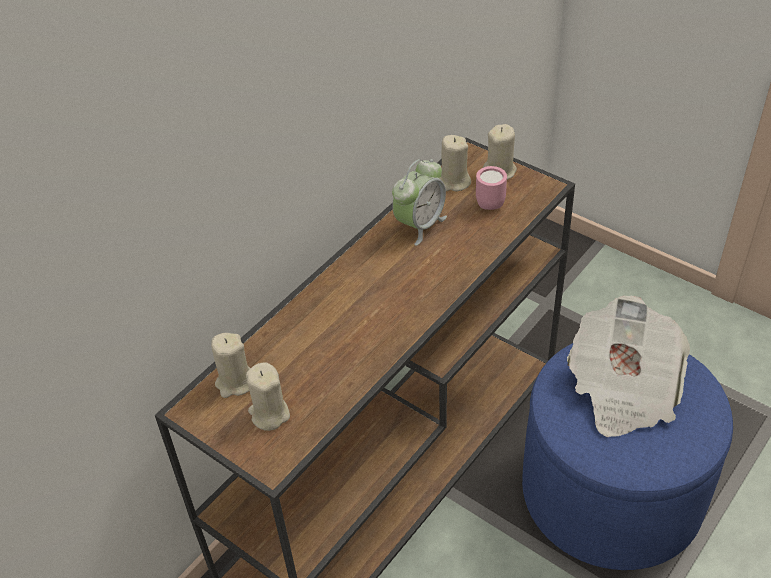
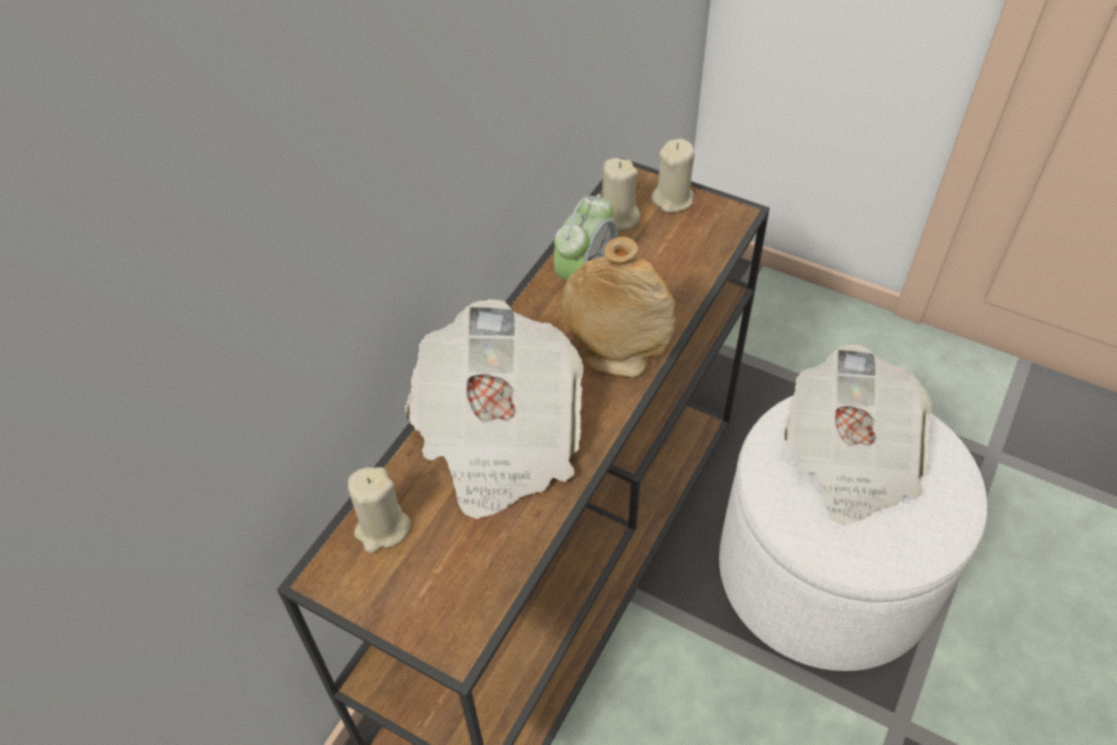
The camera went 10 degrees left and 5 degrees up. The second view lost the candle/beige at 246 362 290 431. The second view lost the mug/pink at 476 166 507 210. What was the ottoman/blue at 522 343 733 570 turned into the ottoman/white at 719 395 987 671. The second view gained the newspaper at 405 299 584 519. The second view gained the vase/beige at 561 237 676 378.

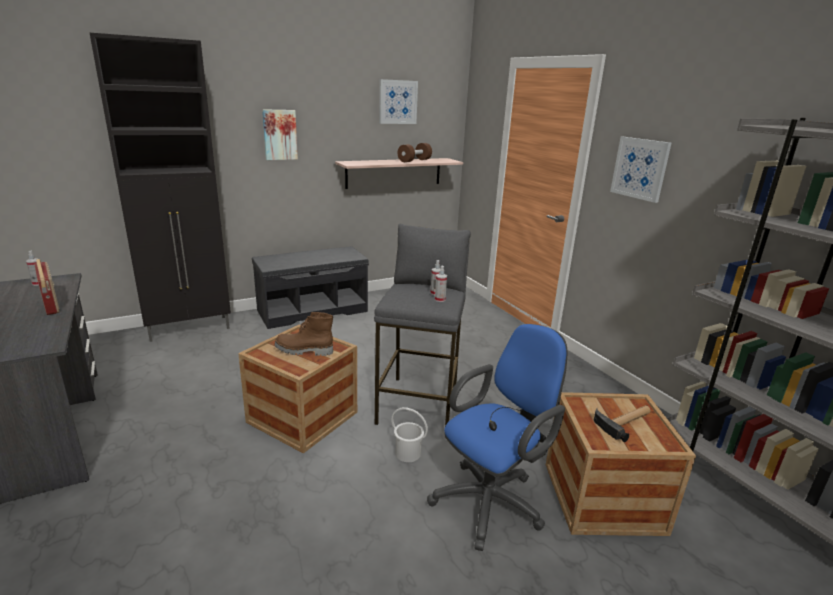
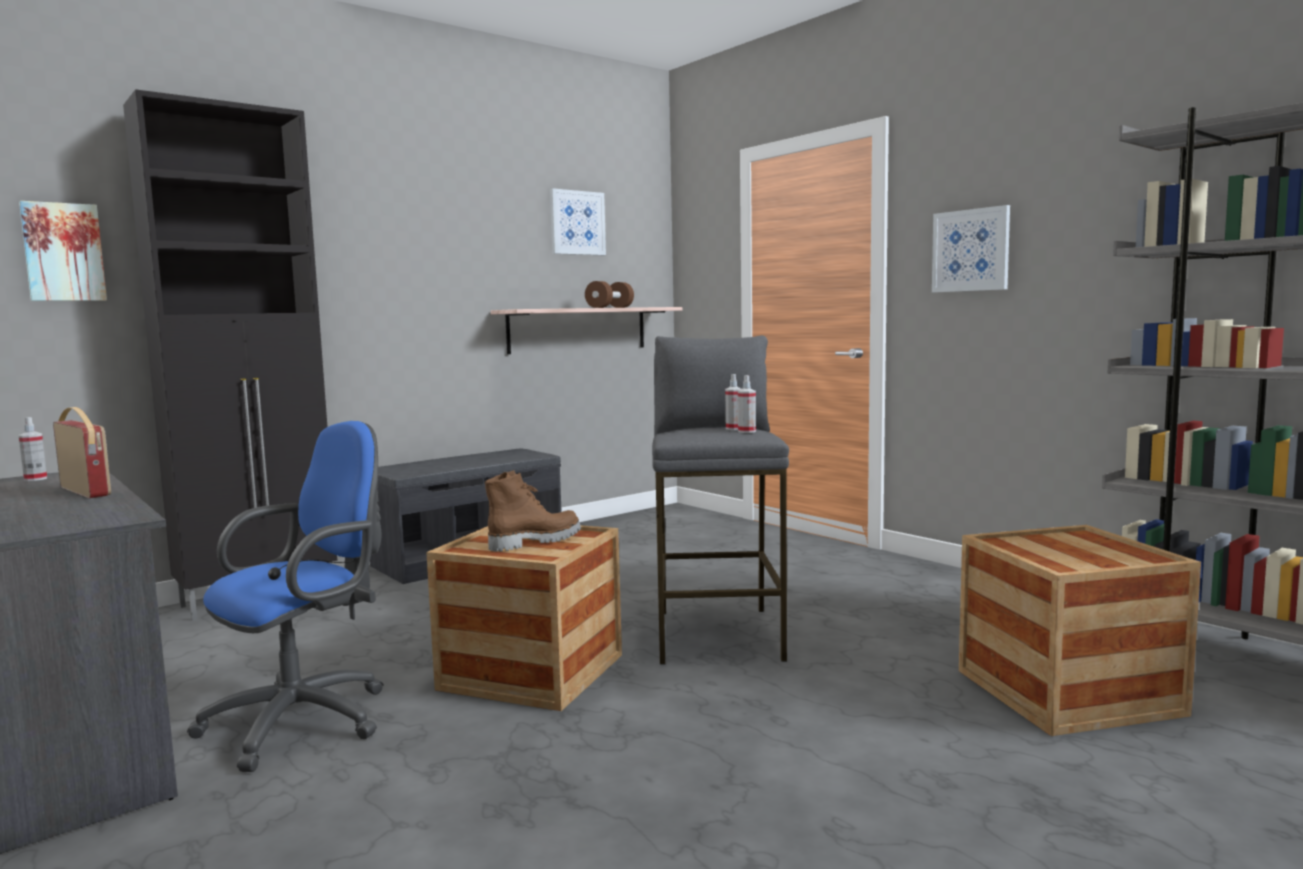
The camera went 10 degrees left and 15 degrees down. The picture ended up elsewhere, having gone from 262 109 298 160 to 19 201 107 301. The boot/brown at 275 312 333 356 ended up facing another way, 150 degrees clockwise from before. The second view lost the bucket/white at 391 407 428 462. The office chair/blue ended up elsewhere, having gone from 427 324 567 551 to 187 421 384 772. The second view lost the hammer at 594 405 651 442.

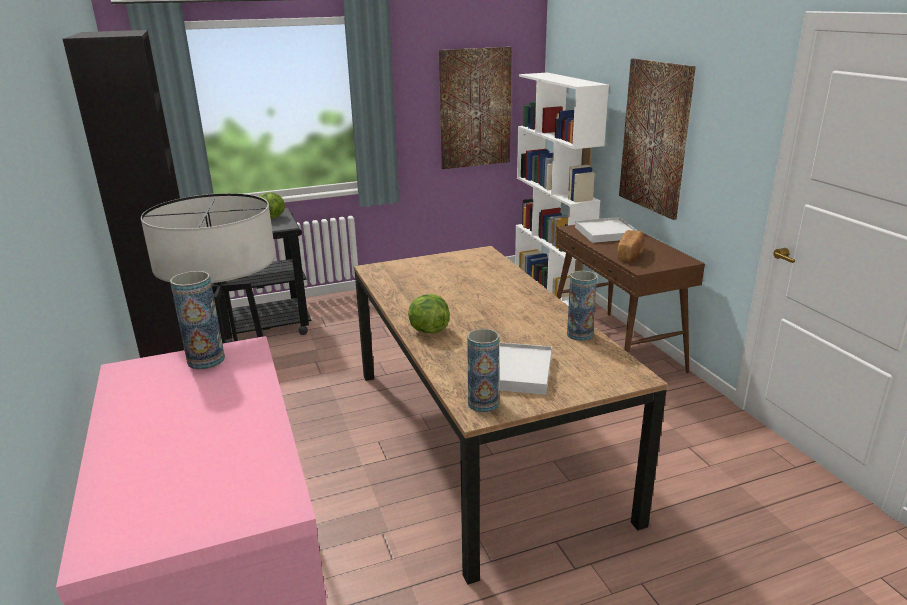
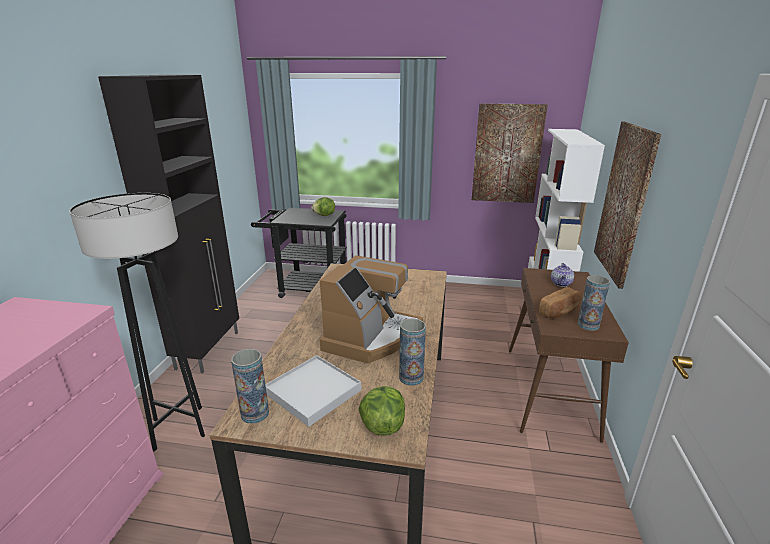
The camera went 30 degrees right and 0 degrees up. The vase ended up elsewhere, having gone from 170 271 225 370 to 578 275 610 331. The lettuce ended up elsewhere, having gone from 408 294 450 333 to 359 386 405 436. Where the tray/white stood at 575 217 638 243, the teapot came to stand at 551 263 574 287. The second view gained the coffee machine at 320 255 423 364.

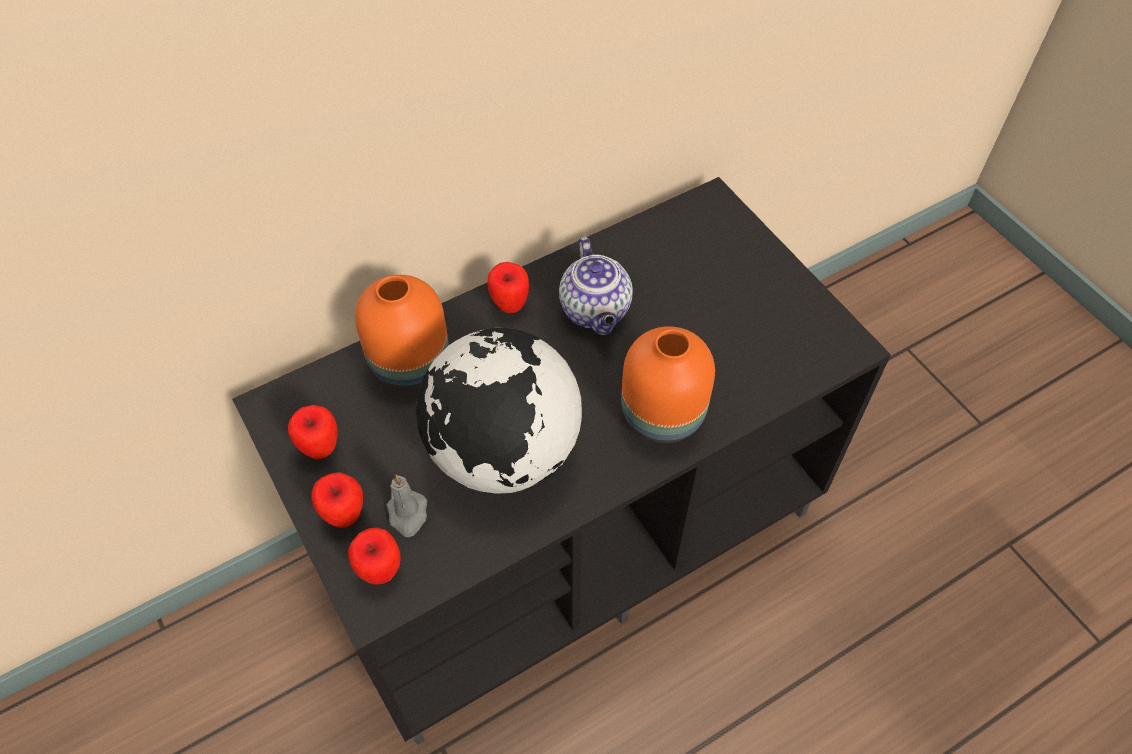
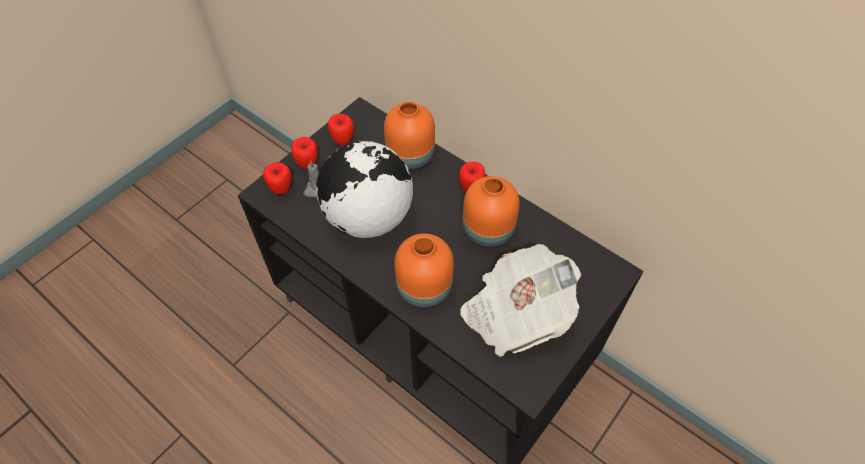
The camera went 70 degrees right and 0 degrees up. Where the teapot stood at 559 237 633 335, the vase/orange came to stand at 463 176 520 248. The second view gained the newspaper at 460 244 581 357.

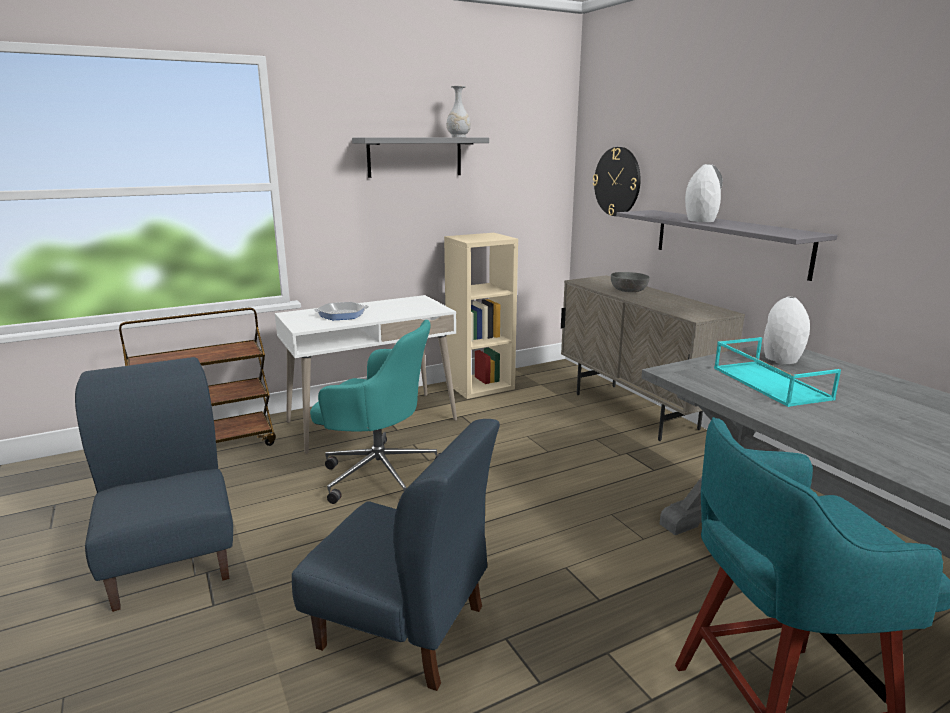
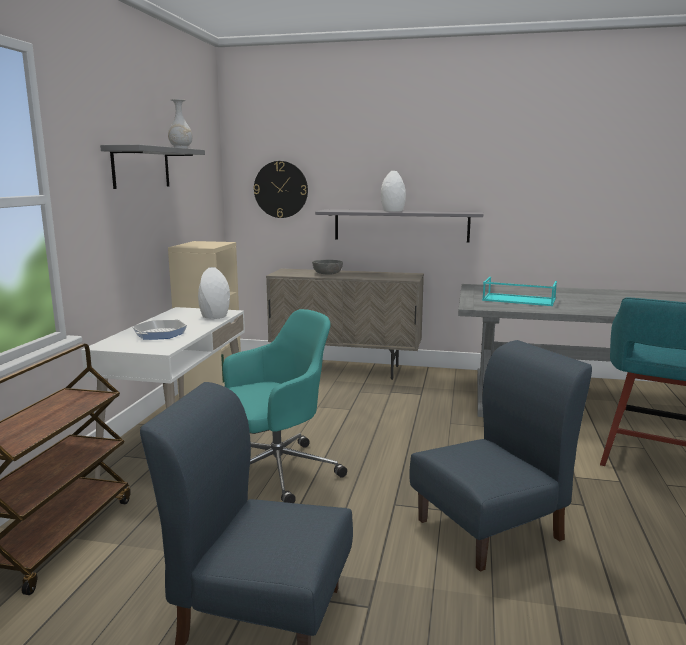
The camera went 50 degrees left and 5 degrees down. The vase/white ended up elsewhere, having gone from 764 297 810 364 to 198 267 230 319.

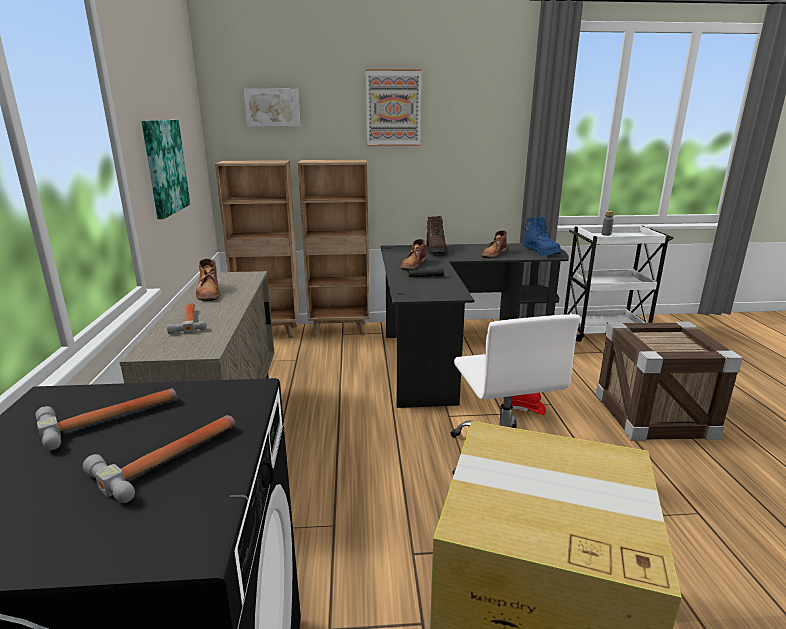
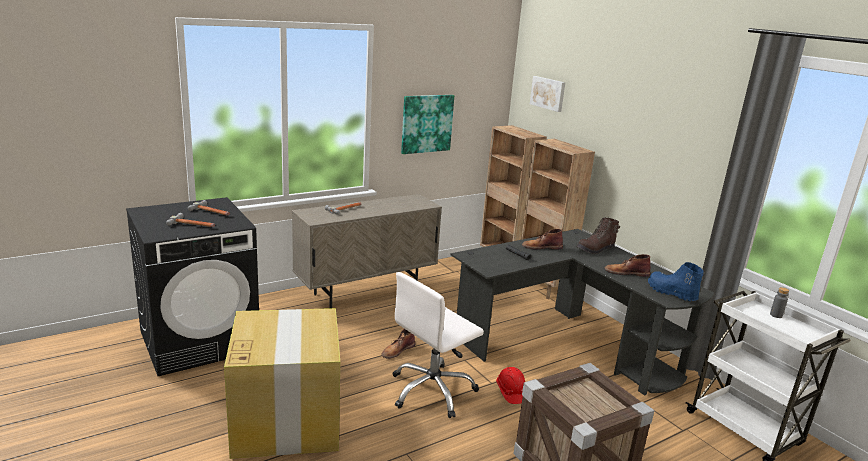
The camera went 60 degrees right and 0 degrees up. The boot/brown ended up elsewhere, having gone from 196 259 220 301 to 381 329 416 359. The second view lost the picture at 366 69 422 146. The boot/blue at 523 217 561 256 ended up facing another way, 105 degrees clockwise from before.

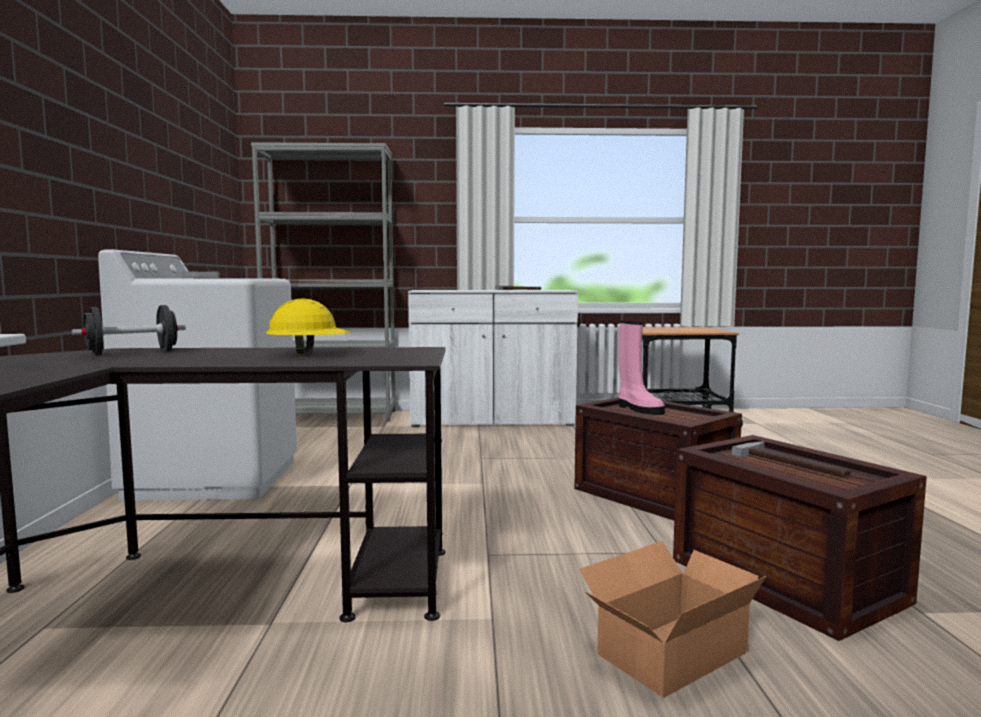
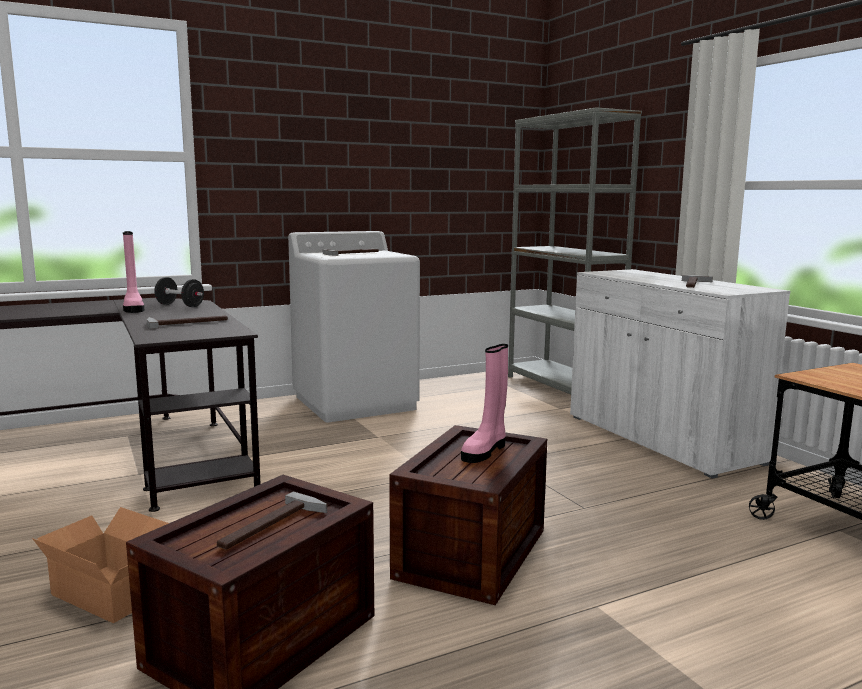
The camera went 65 degrees right and 5 degrees up. Where the hard hat/yellow stood at 266 298 351 355, the hammer came to stand at 147 315 228 329. The second view gained the boot/pink at 123 231 145 313.

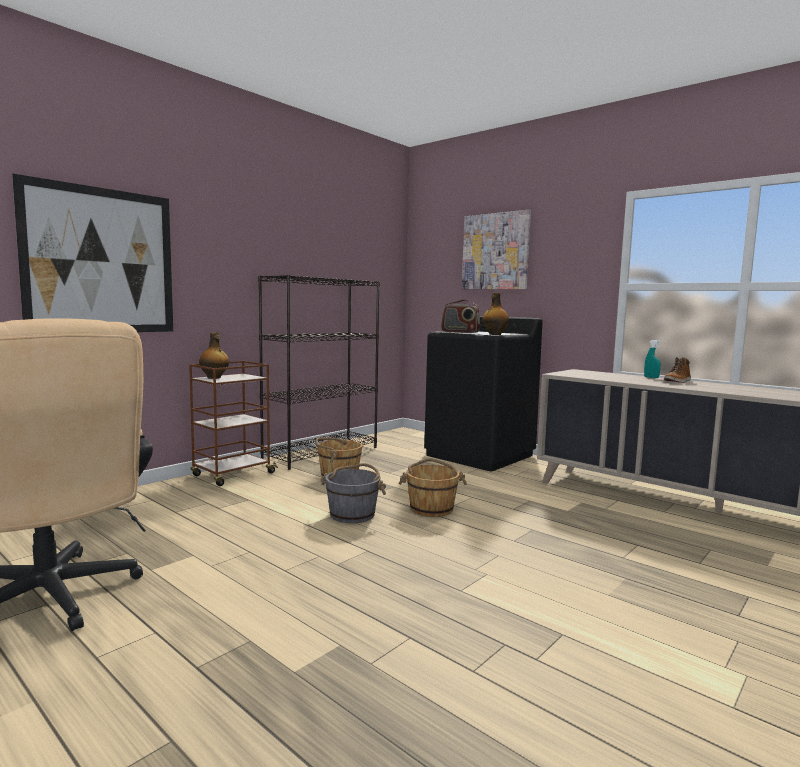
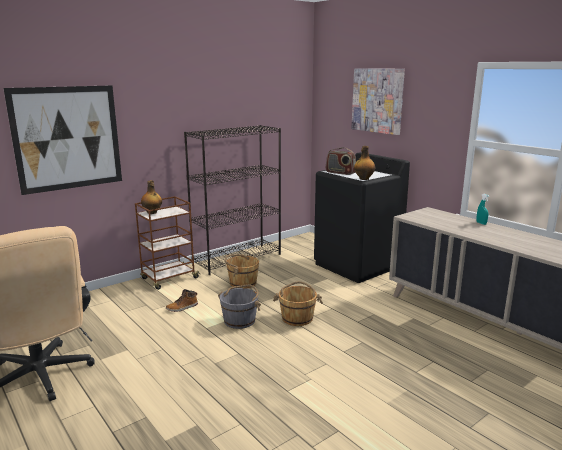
The camera went 10 degrees right and 10 degrees up. The boot ended up elsewhere, having gone from 664 357 691 383 to 166 289 198 312.

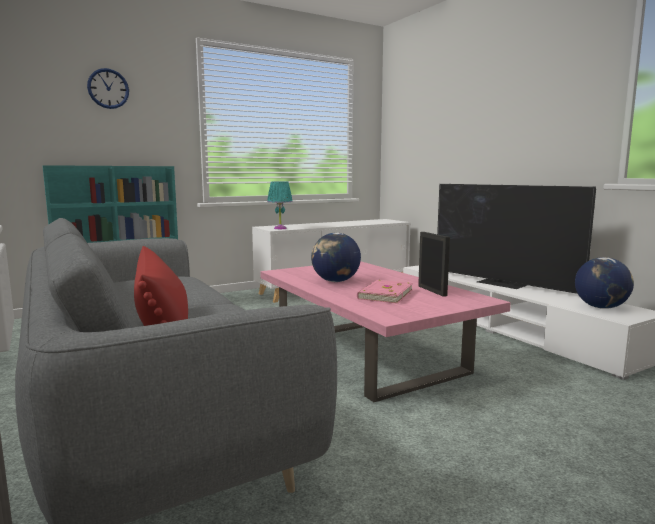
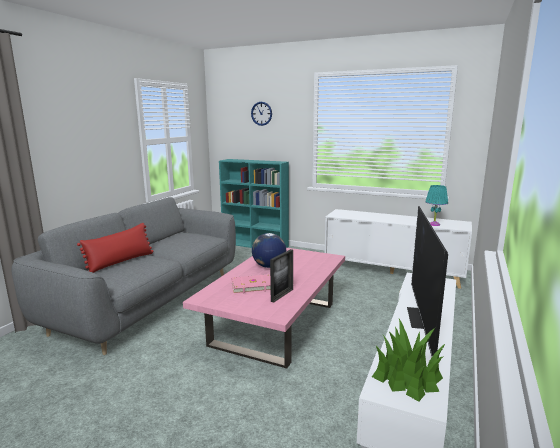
The camera went 55 degrees right and 5 degrees up. The table lamp/turquoise ended up elsewhere, having gone from 267 181 293 229 to 425 185 448 226. Where the globe stood at 575 257 634 309, the potted plant came to stand at 372 319 445 402.

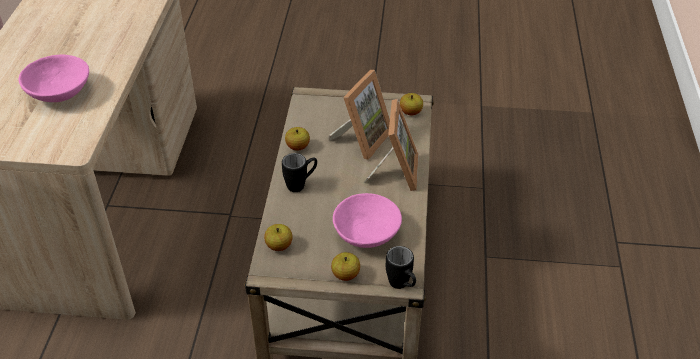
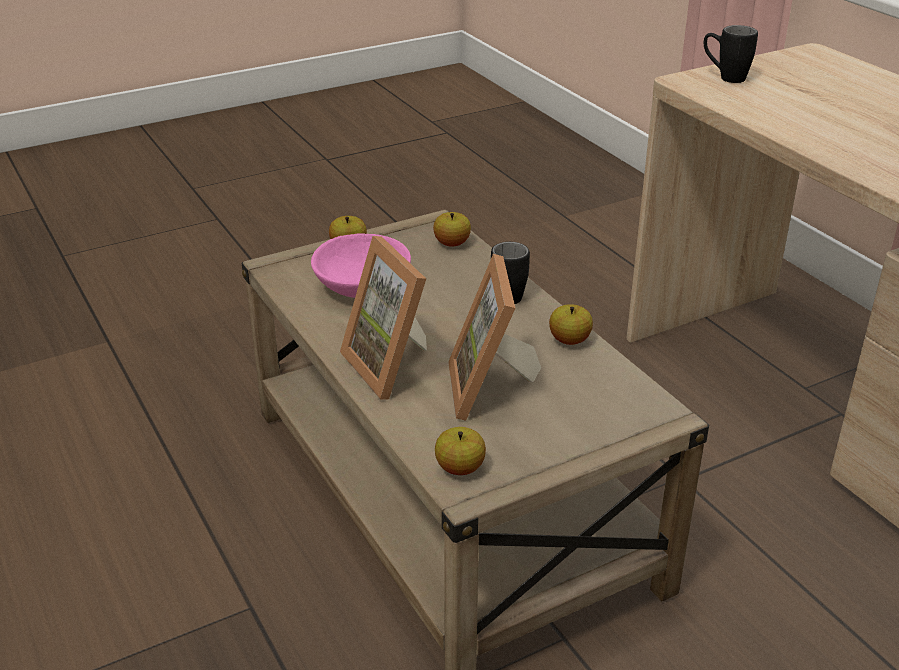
The camera went 145 degrees right and 10 degrees down. The second view lost the bowl/pink at 18 55 89 102. The mug/black ended up elsewhere, having gone from 386 246 416 289 to 704 25 758 83.

